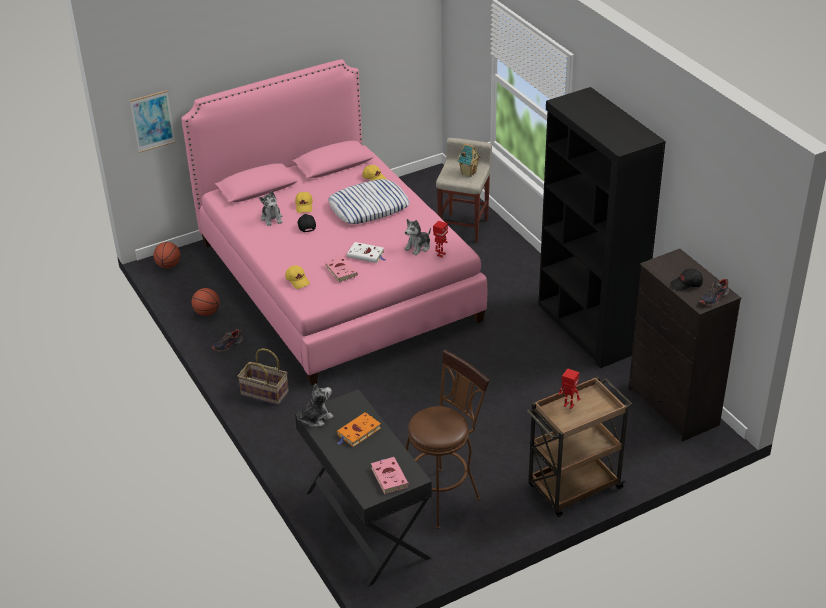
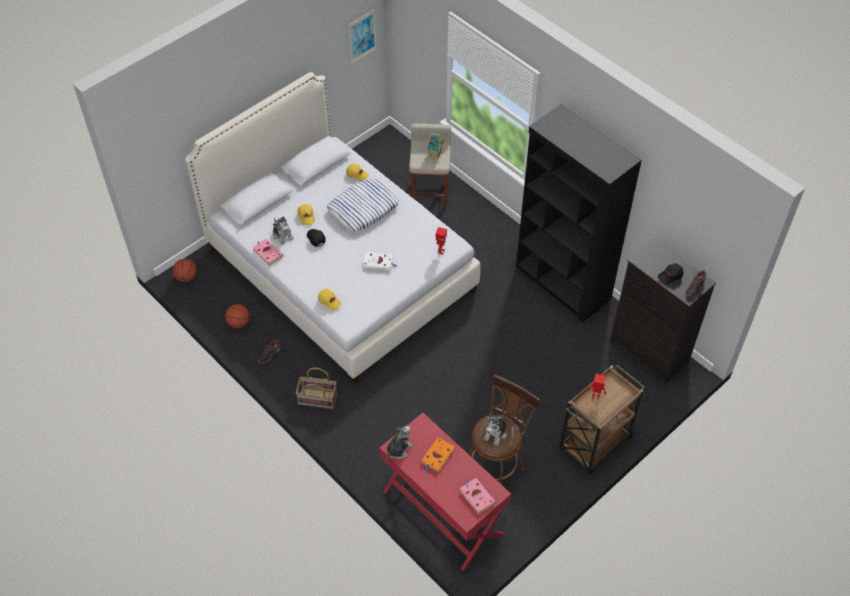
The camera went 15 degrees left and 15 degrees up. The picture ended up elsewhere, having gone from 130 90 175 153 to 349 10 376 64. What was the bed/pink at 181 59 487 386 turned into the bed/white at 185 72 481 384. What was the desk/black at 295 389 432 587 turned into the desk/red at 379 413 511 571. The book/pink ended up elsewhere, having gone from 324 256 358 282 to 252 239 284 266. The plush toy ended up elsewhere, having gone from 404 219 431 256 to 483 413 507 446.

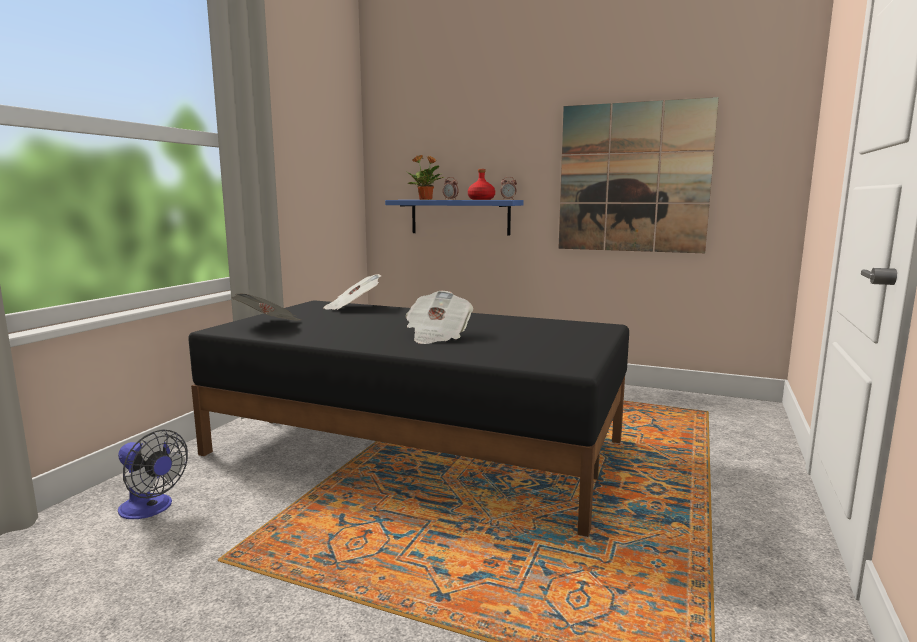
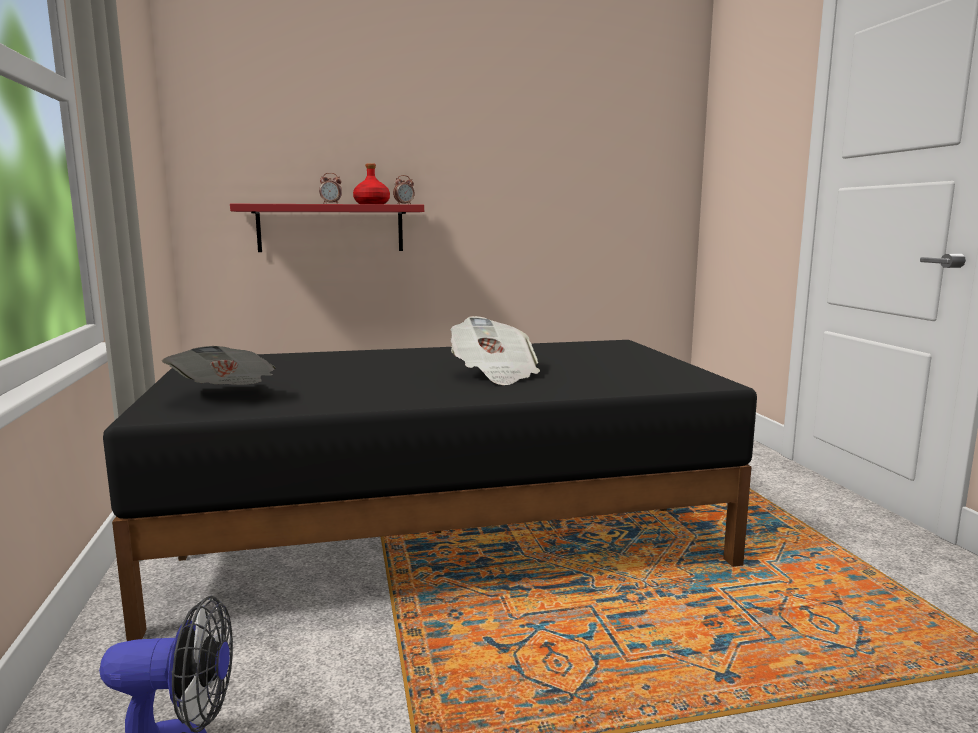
The camera went 35 degrees left and 0 degrees up. The second view lost the newspaper at 324 274 381 310. What was the shelf/blue at 385 200 524 236 turned into the shelf/red at 230 204 424 252. The second view lost the potted plant at 407 155 444 200. The second view lost the picture at 559 97 719 253.

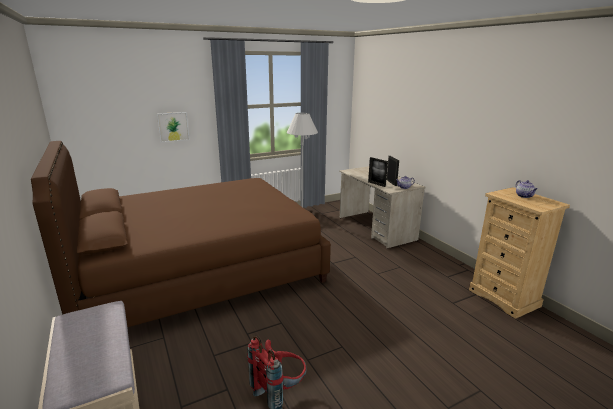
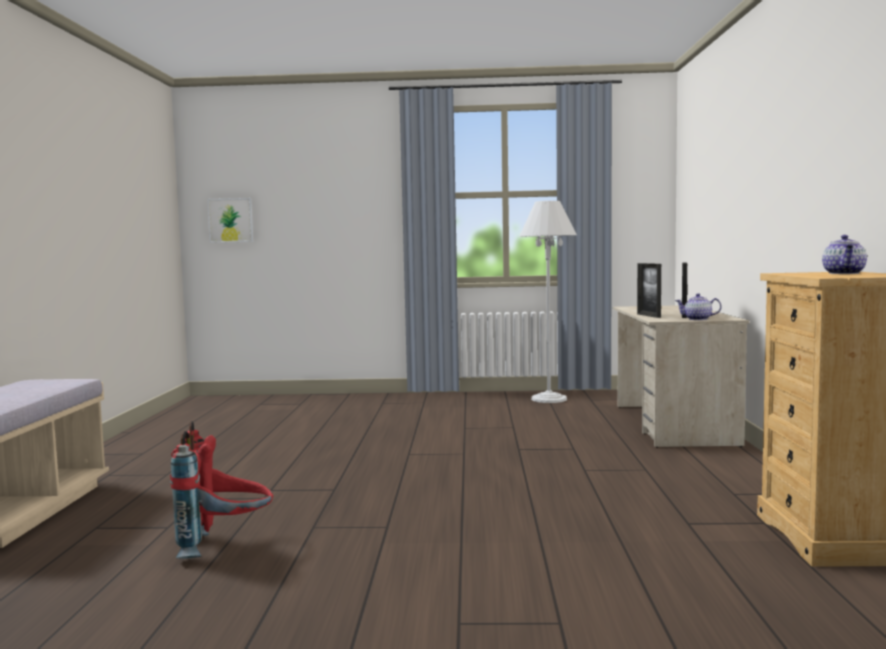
The camera went 30 degrees right and 15 degrees down. The second view lost the bed/brown at 31 141 331 328. The picture ended up elsewhere, having gone from 157 112 190 142 to 207 198 253 243.

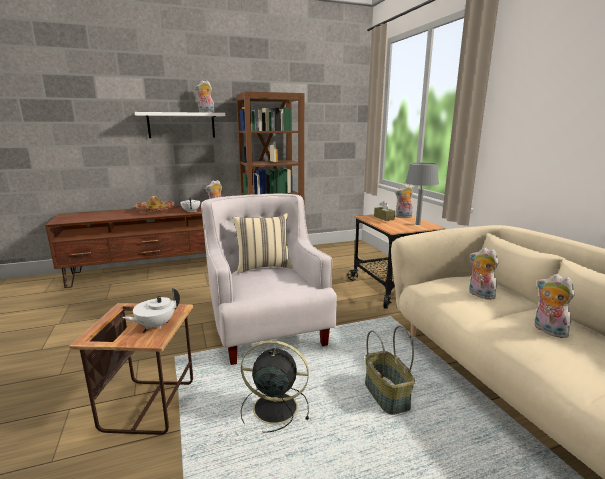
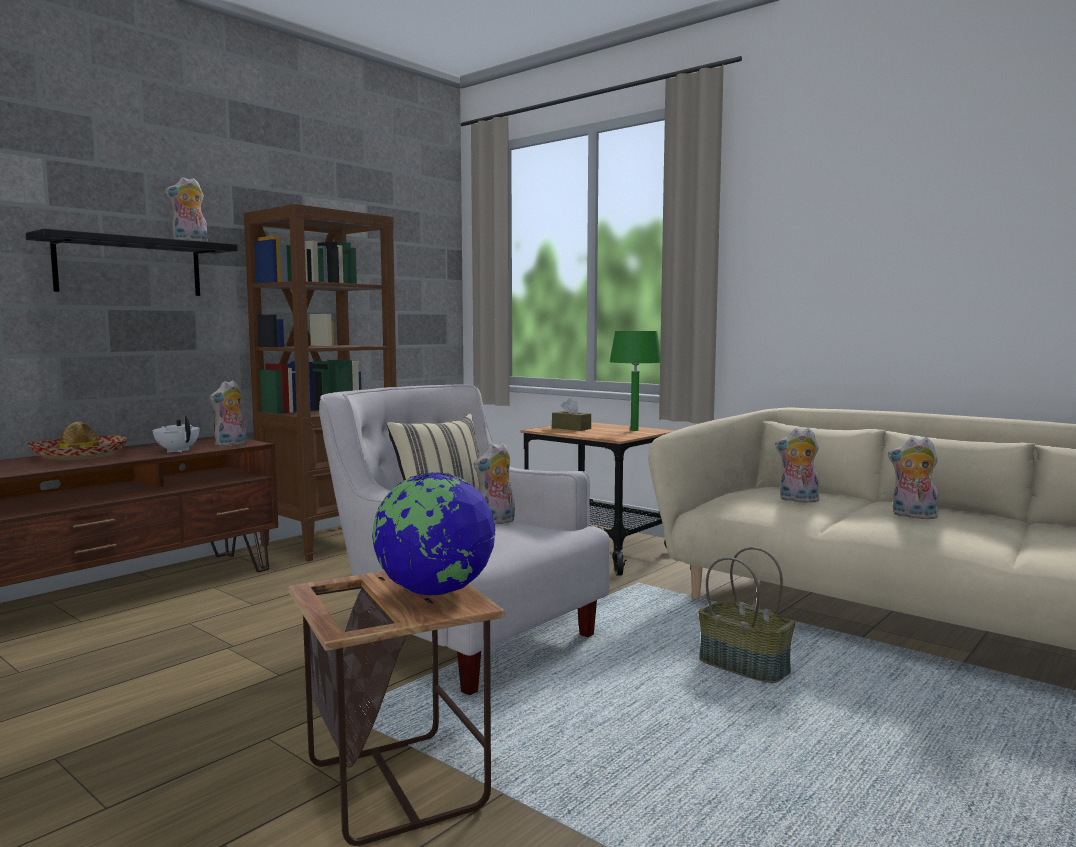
The camera went 30 degrees left and 10 degrees down. Where the teapot/white stood at 122 288 180 329, the globe came to stand at 372 472 495 596. What was the shelf/white at 135 112 225 138 turned into the shelf/black at 26 229 237 296. The second view lost the fan/black at 241 340 309 433. The plush toy ended up elsewhere, having gone from 395 184 413 218 to 474 442 515 525. What was the table lamp/grey at 405 163 439 225 turned into the table lamp/green at 609 331 662 431.

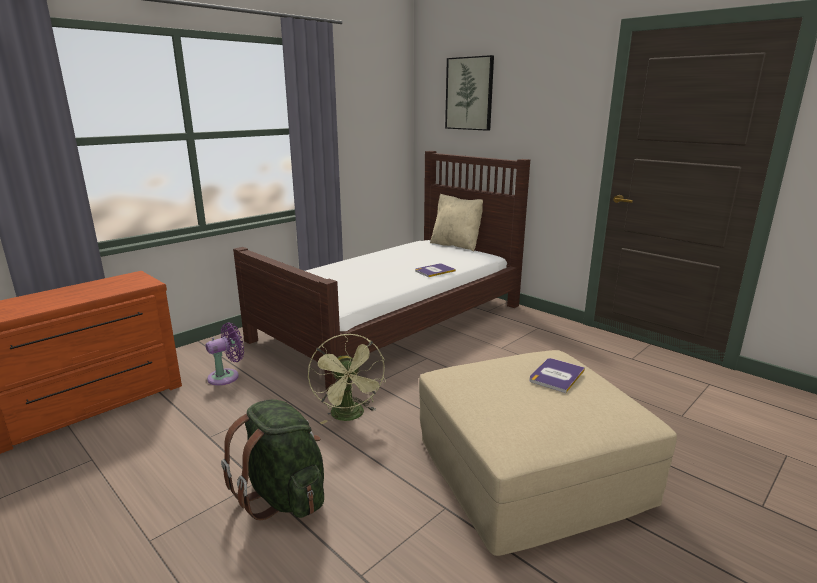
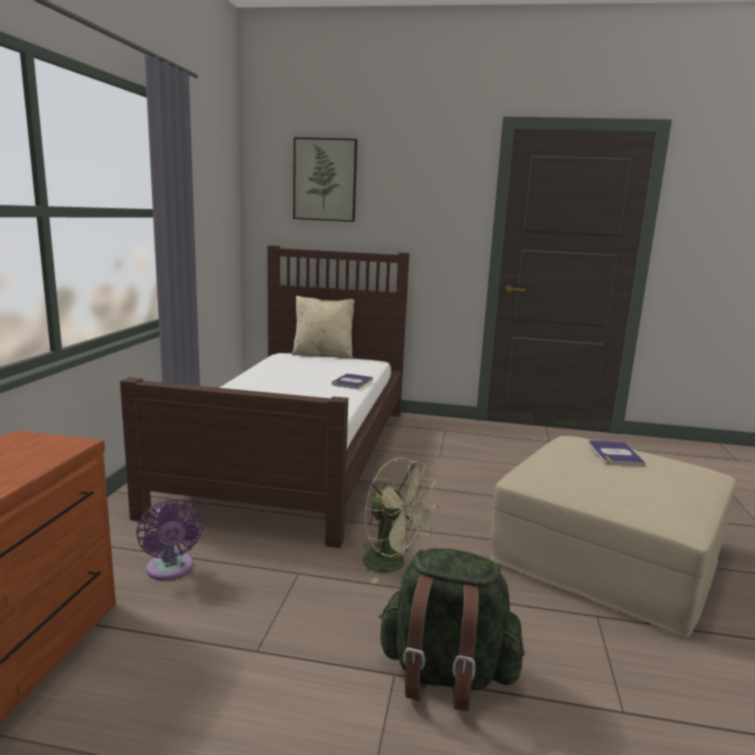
The camera went 35 degrees left and 5 degrees down. The fan/purple at 206 323 244 386 ended up facing another way, 135 degrees clockwise from before.

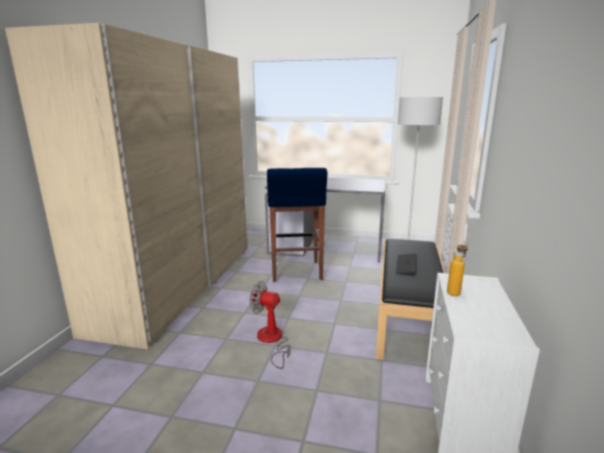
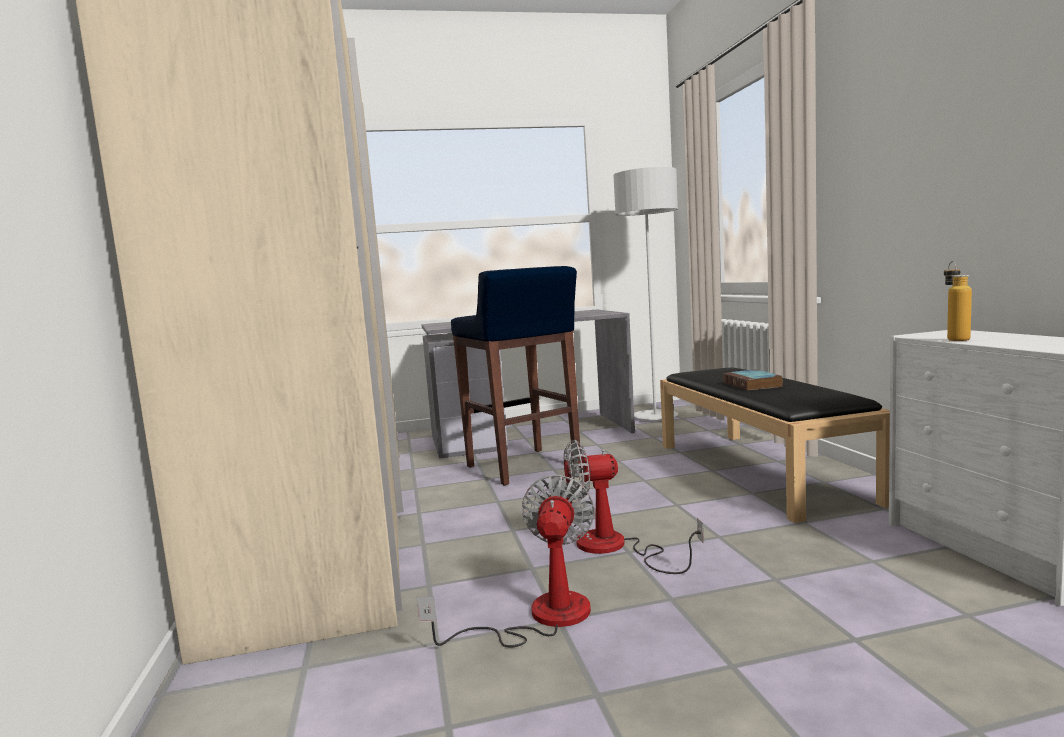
The camera went 25 degrees left and 10 degrees down. Where the keyboard stood at 396 253 417 276, the book came to stand at 723 369 783 391. The second view gained the fan at 417 475 595 648.

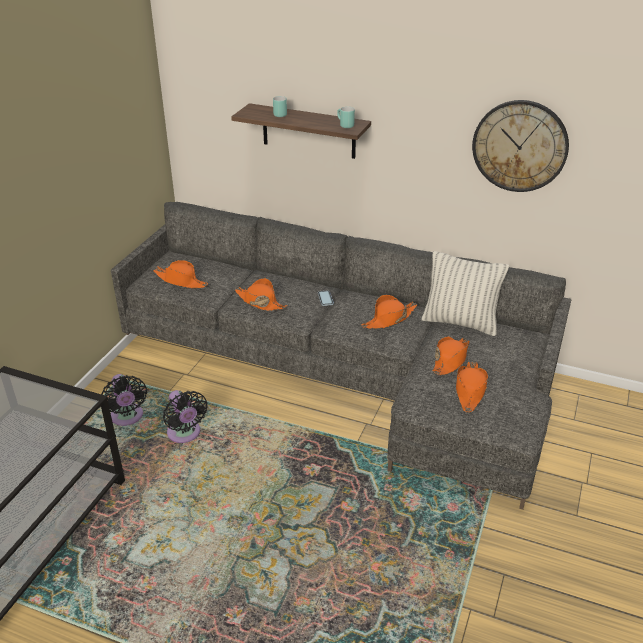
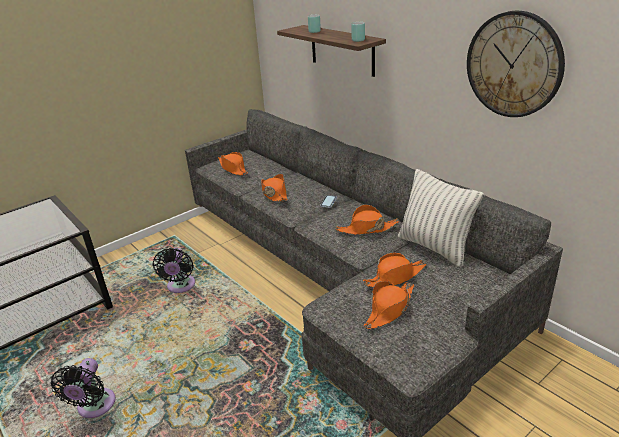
The camera went 30 degrees right and 5 degrees down. The fan/black ended up elsewhere, having gone from 101 374 147 426 to 51 358 115 418.

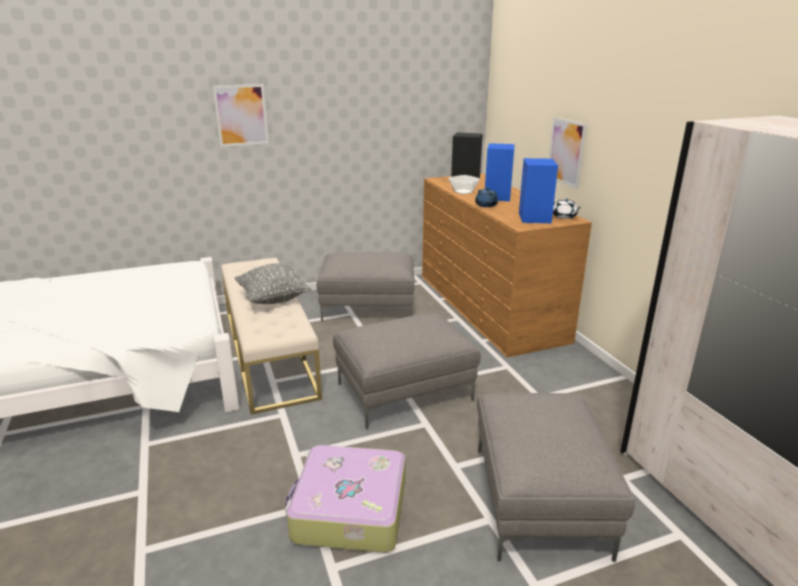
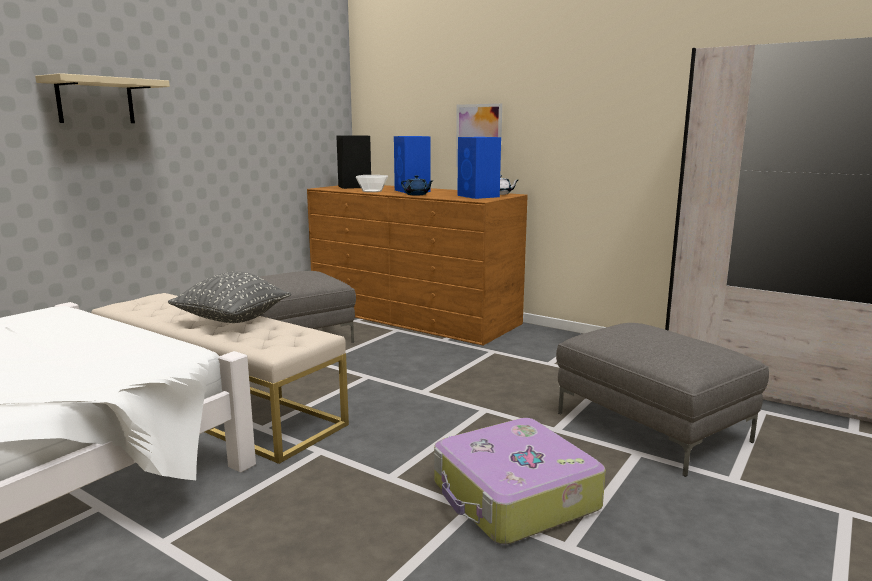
The camera went 35 degrees left and 10 degrees down. Where the picture hung at 213 84 269 147, the shelf/beige came to hang at 35 73 170 123. The second view lost the ottoman/grey at 333 313 481 430.

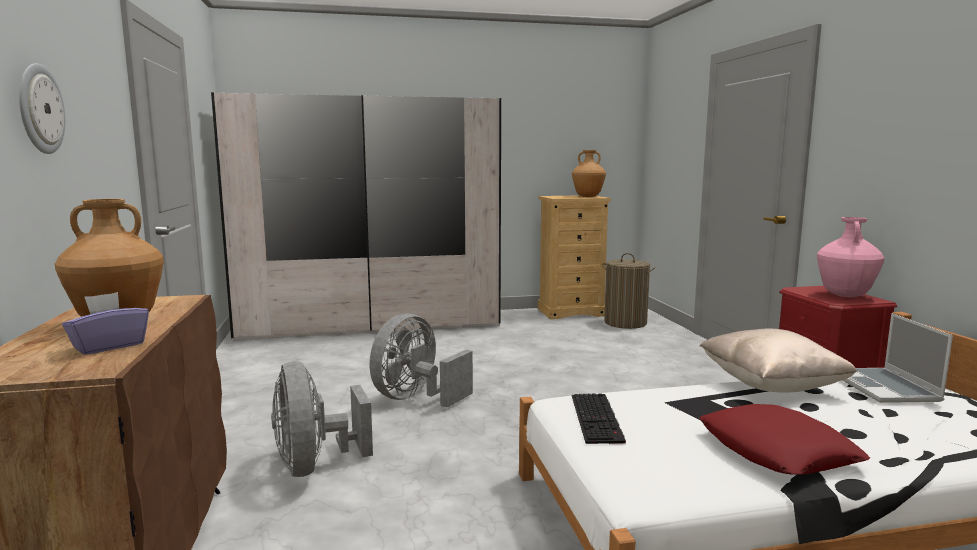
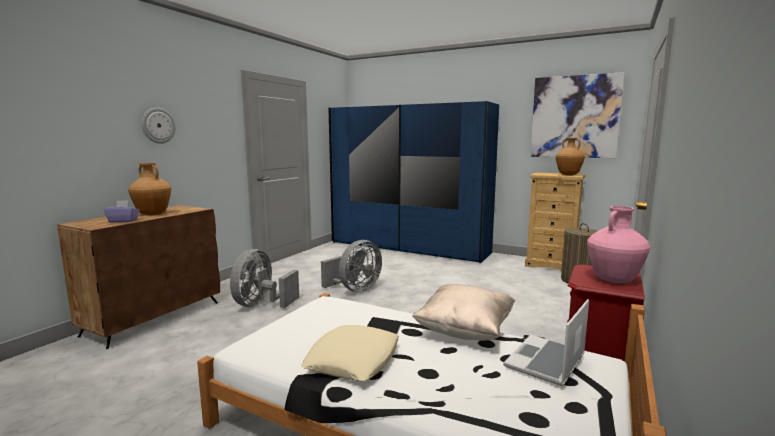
The camera went 40 degrees right and 0 degrees up. What was the wardrobe/white at 211 92 501 341 turned into the wardrobe/blue at 328 101 499 263. The fan/grey at 370 314 473 408 ended up facing another way, 150 degrees clockwise from before. The second view lost the keyboard at 572 393 626 444. What was the pillow/red at 699 404 870 475 turned into the pillow/beige at 301 325 399 381. The second view gained the picture at 530 72 625 158.

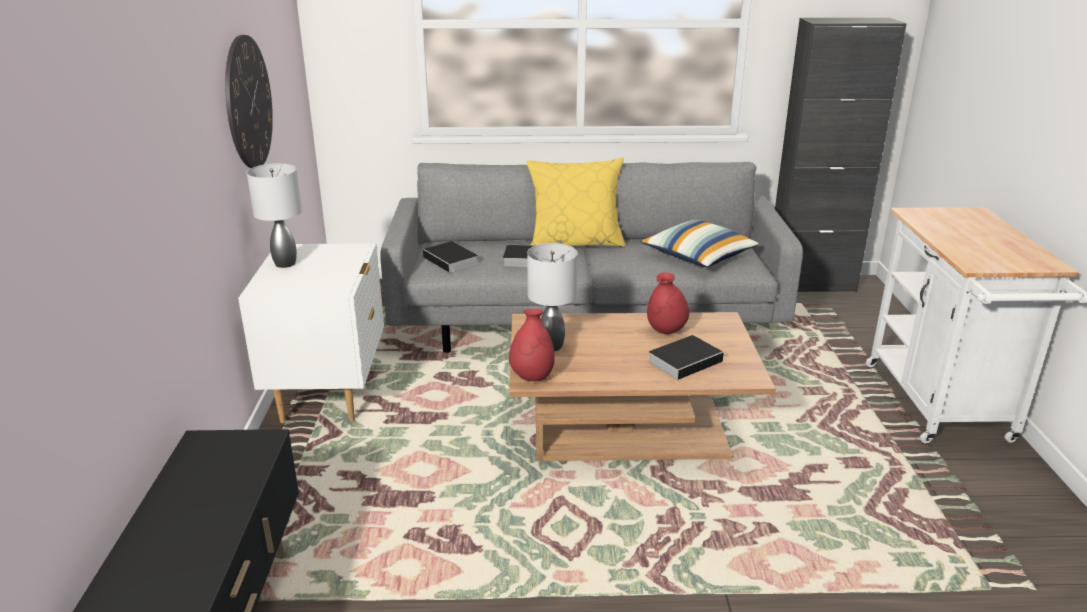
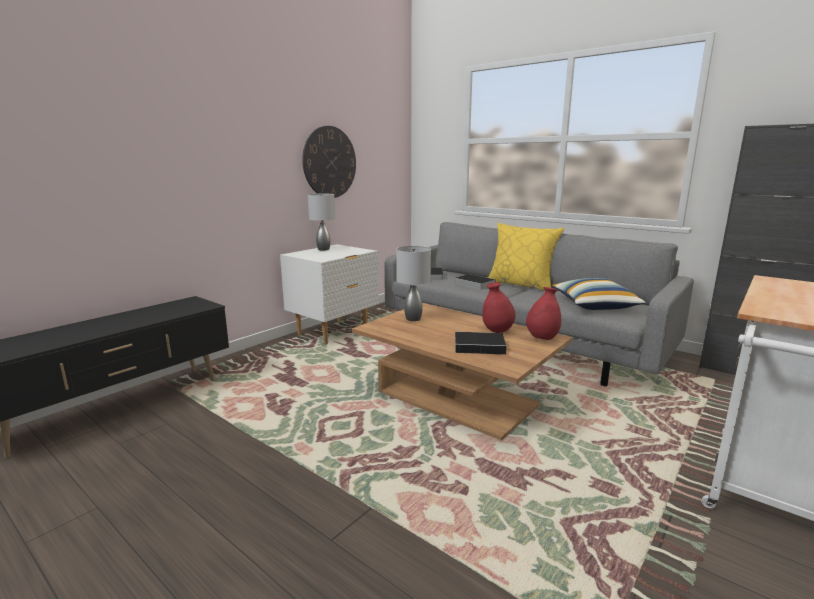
The camera went 40 degrees right and 10 degrees down. The vase/red ended up elsewhere, having gone from 509 309 555 381 to 526 287 561 340.

